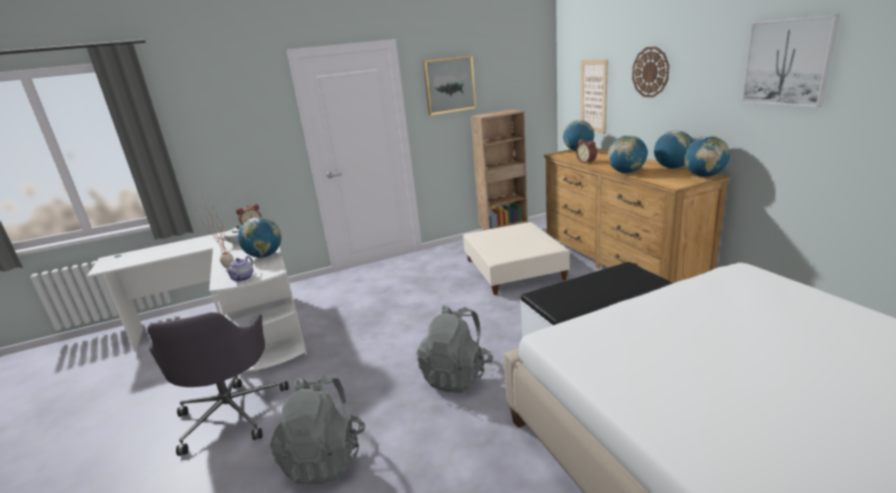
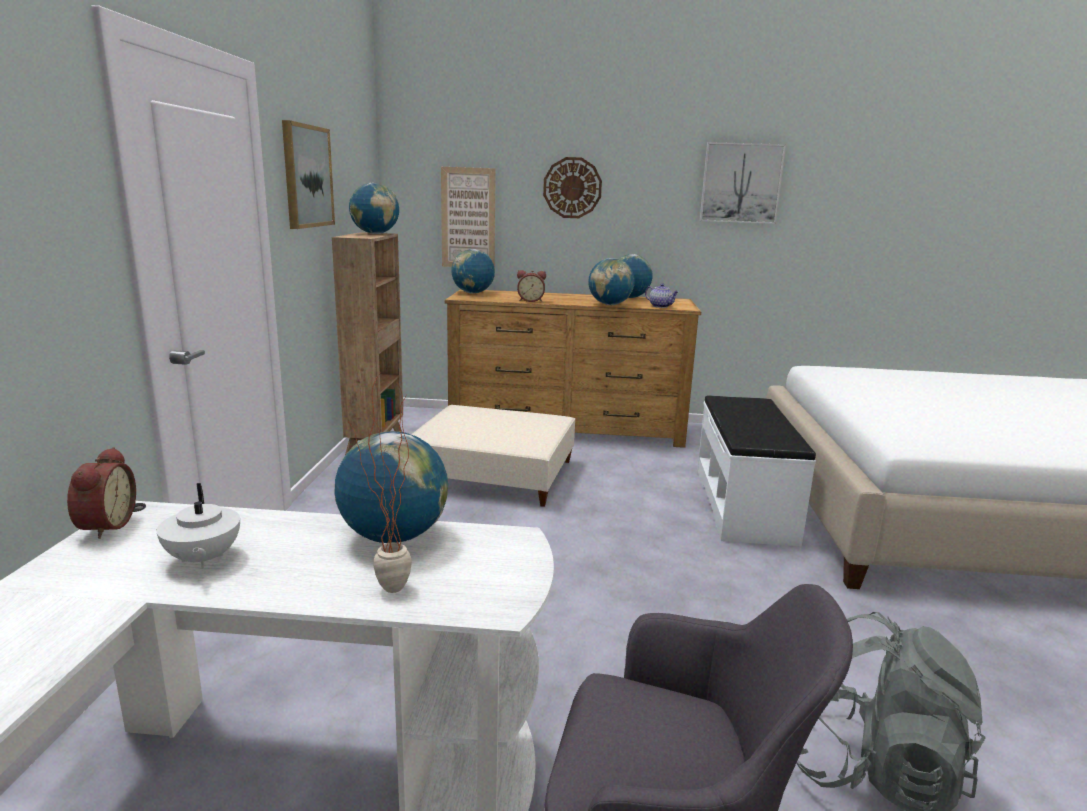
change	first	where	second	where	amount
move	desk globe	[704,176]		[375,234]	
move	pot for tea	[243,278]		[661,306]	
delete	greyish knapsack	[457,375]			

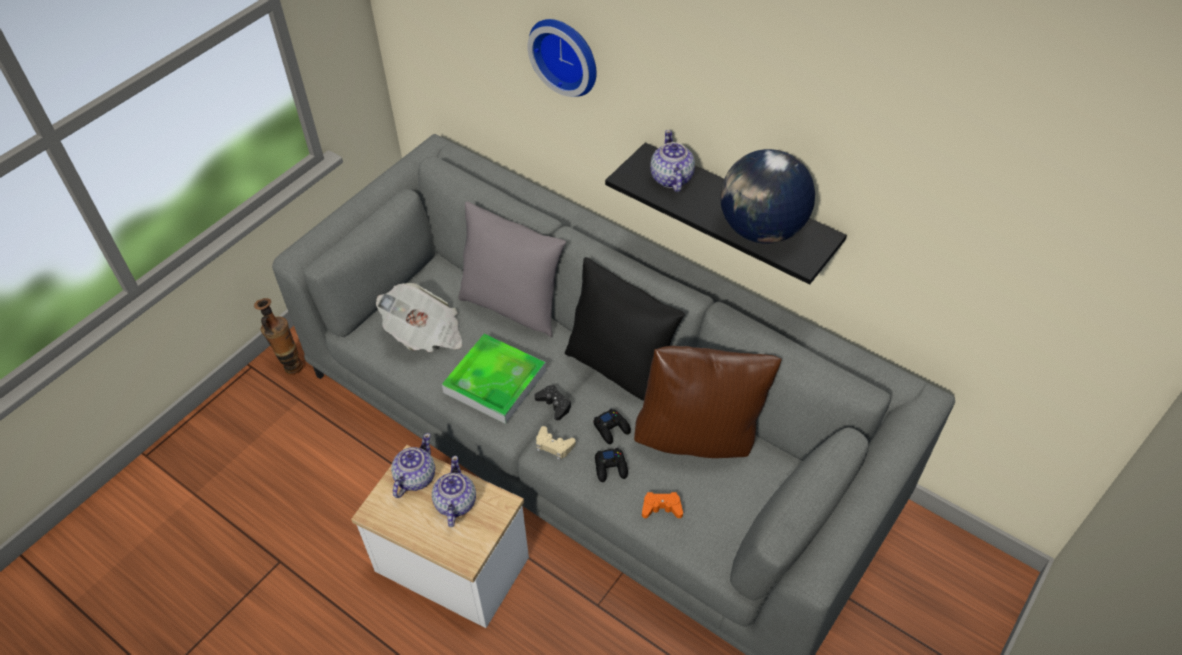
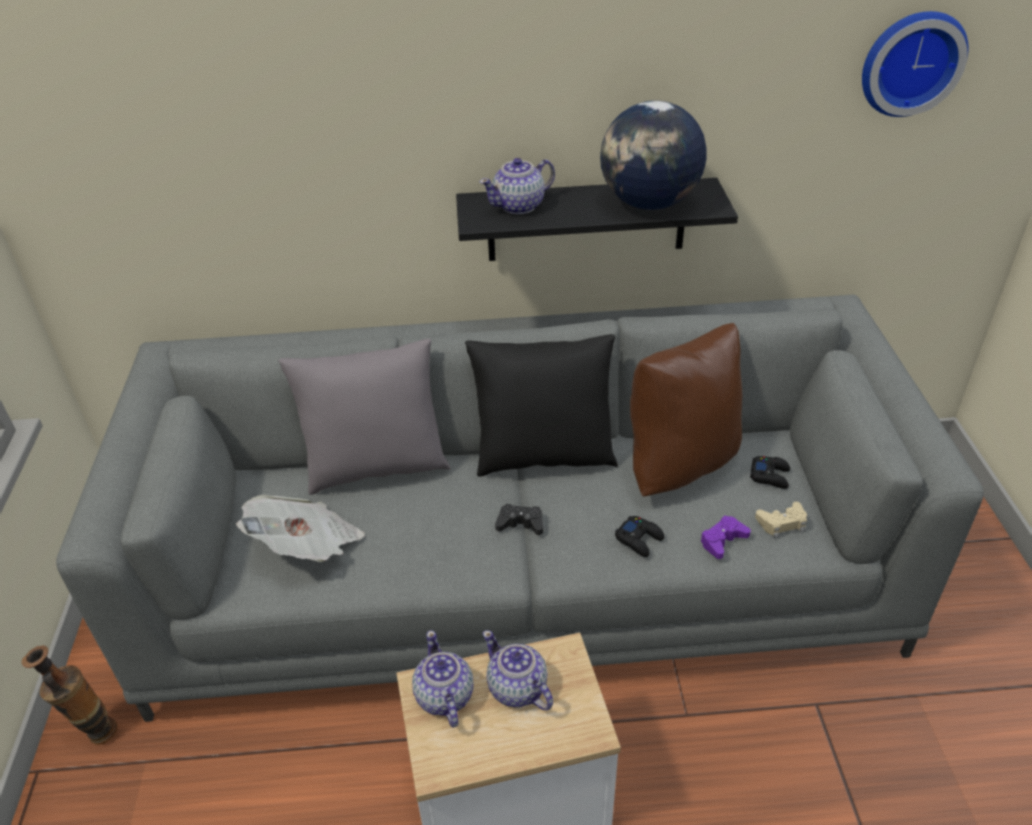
change	first	where	second	where	amount
rotate	pot for tea	[671,178]		[519,206]	75 degrees counterclockwise
recolor	orangey joypad	[661,508]	purplish joypad	[722,540]	
move	black joypad	[612,428]		[770,476]	
move	beige-coloured joypad	[554,446]		[782,523]	
move	hanging clock	[567,54]		[910,62]	
delete	tray	[495,382]			

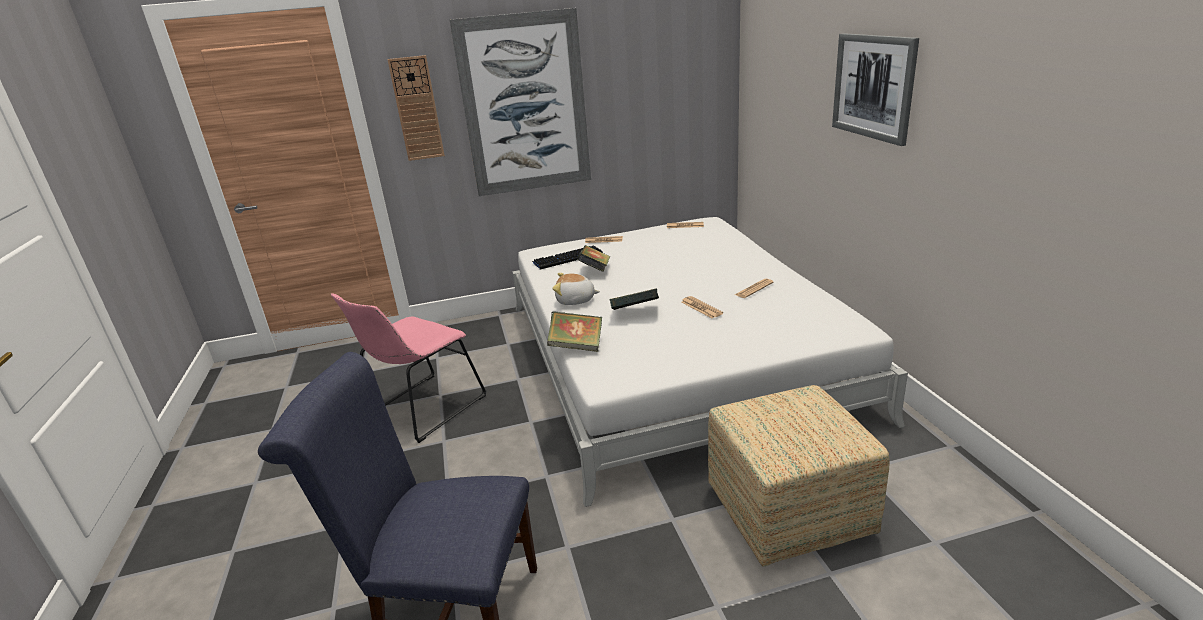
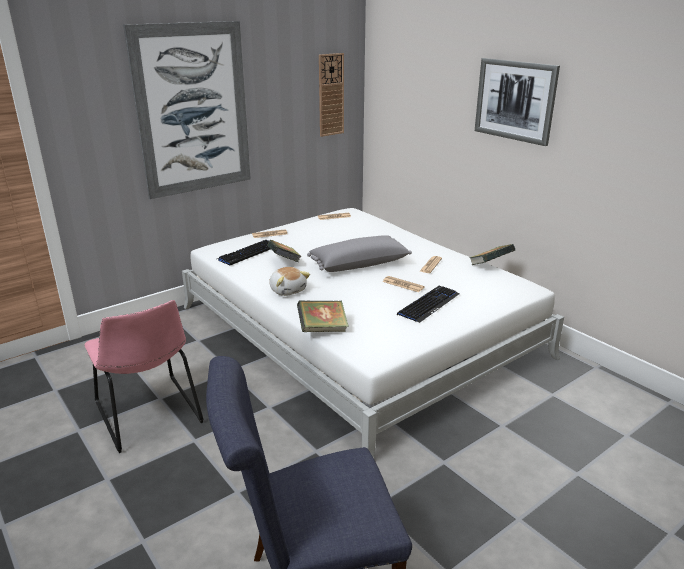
change	first	where	second	where	amount
rotate	pinkish upright chair	[421,409]		[149,415]	45 degrees counterclockwise
rotate	plush toy	[575,300]		[288,290]	105 degrees counterclockwise
insert			greyish throw pillow	[358,264]	
move	hanging clock	[417,109]		[331,95]	
insert			PC keyboard	[429,304]	
move	bound book	[635,313]		[490,265]	
delete	pouffe	[789,510]			

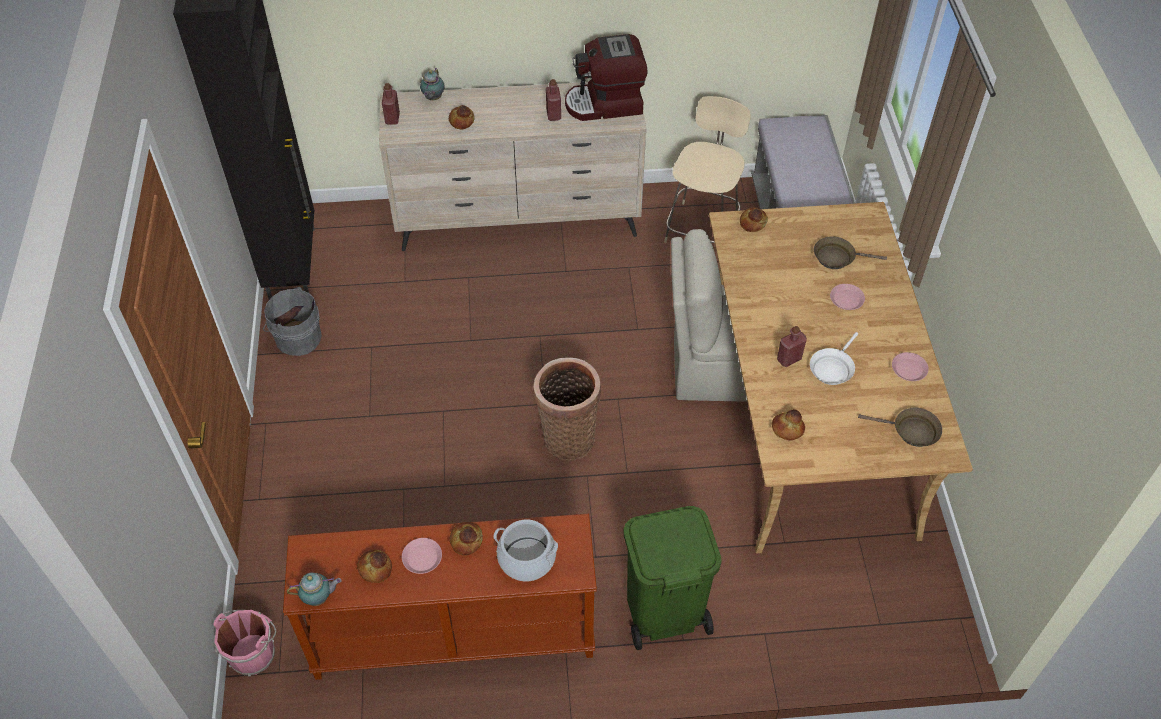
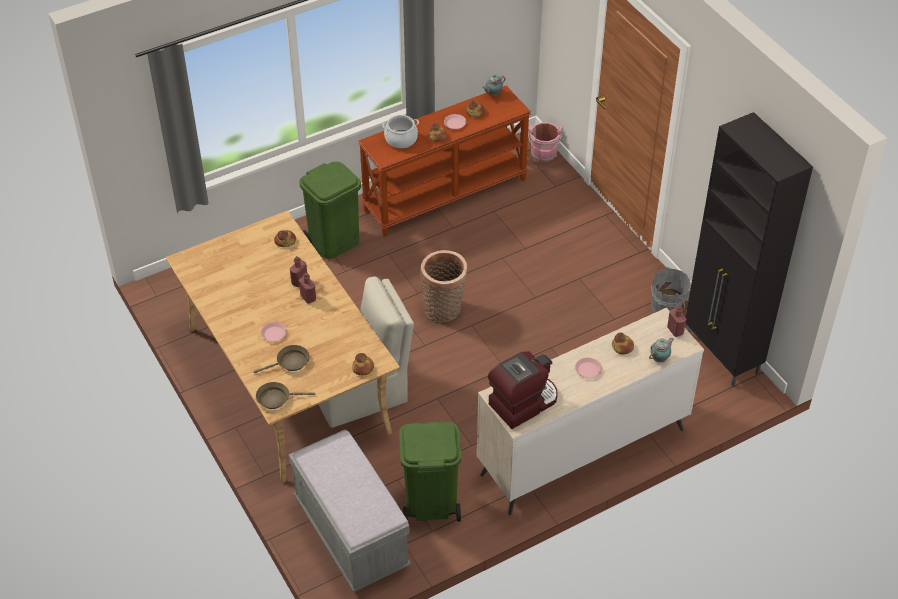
change	first	where	second	where	amount
move	brown frying pan	[911,431]		[276,398]	
move	reddish beverage bottle	[553,115]		[308,297]	
replace	beige-coloured upright chair	[702,228]	green-coloured trash can	[430,503]	
move	pinkish flat dish	[909,369]		[588,369]	
rotate	pot for tea	[433,98]		[660,358]	60 degrees clockwise
delete	white frying pan	[832,368]			

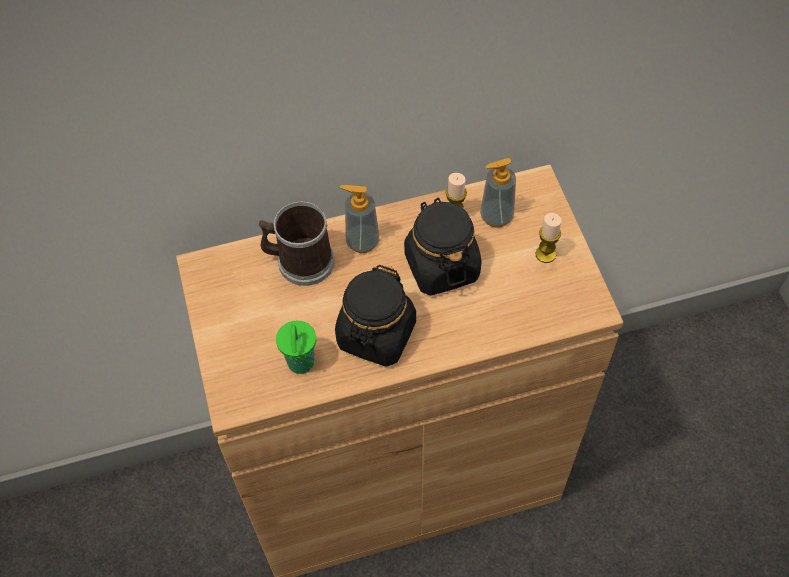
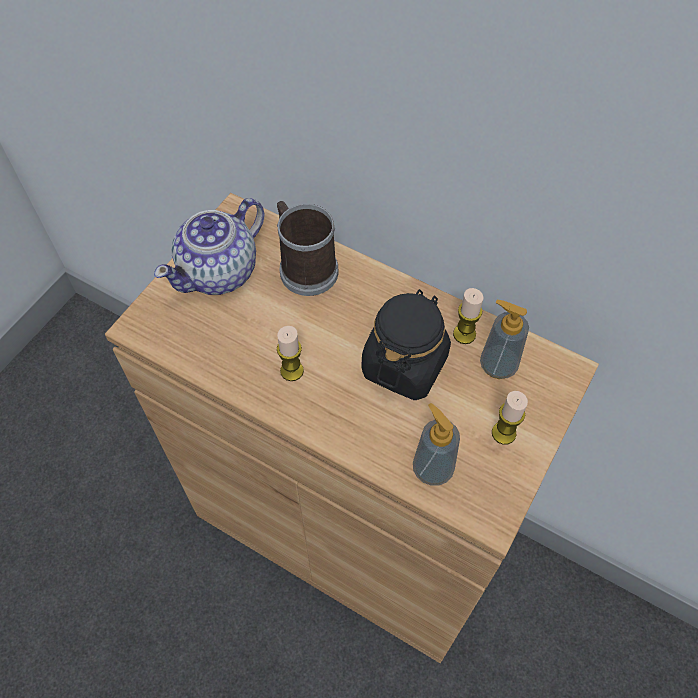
change	first	where	second	where	amount
insert			pot for tea	[220,272]	
replace	black preserve jar	[376,335]	wax candle	[292,371]	
move	soap dispenser	[362,241]		[432,468]	
delete	green-coloured small cup	[301,364]			

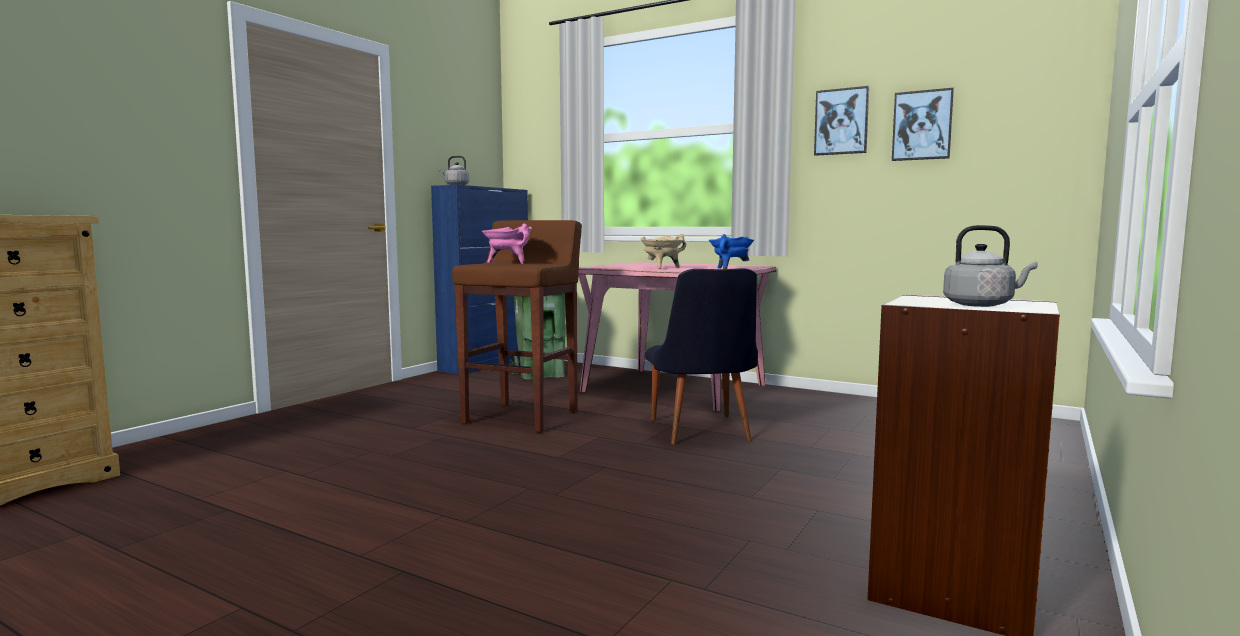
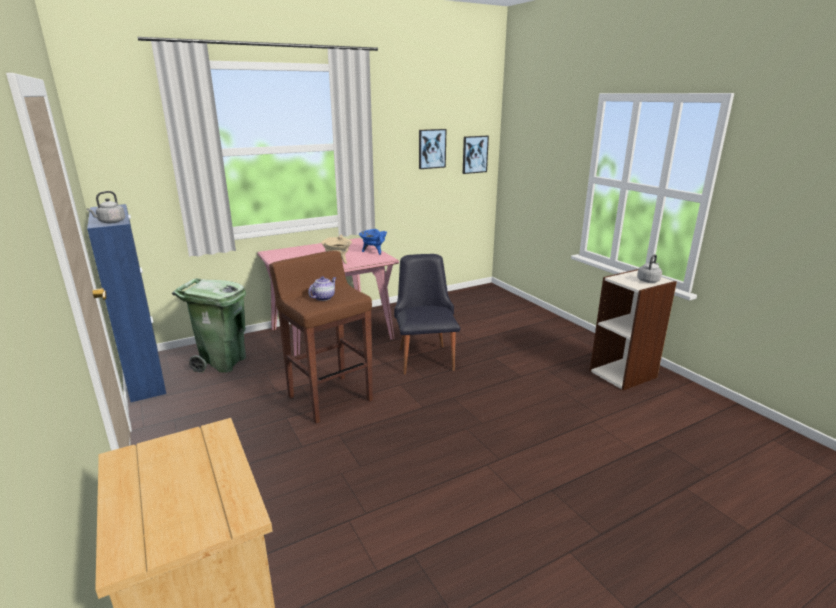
change	first	where	second	where	amount
replace	pinkish saucepot	[508,263]	pot for tea	[323,297]	
rotate	black upright chair	[701,433]		[425,356]	120 degrees counterclockwise
move	picture	[841,121]		[474,154]	

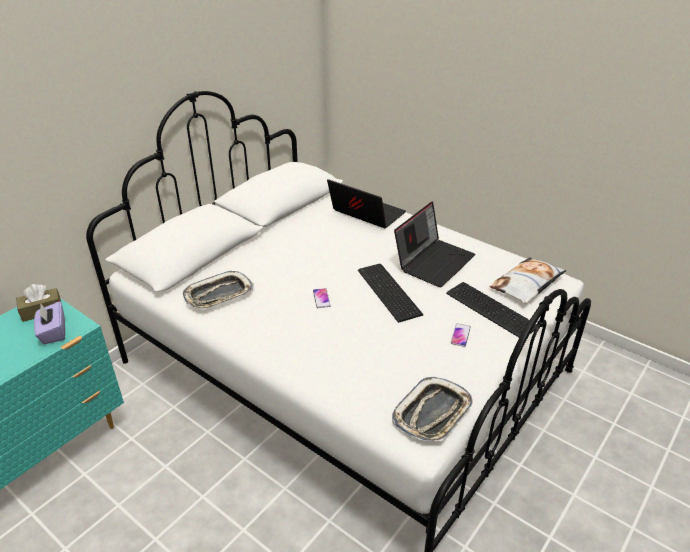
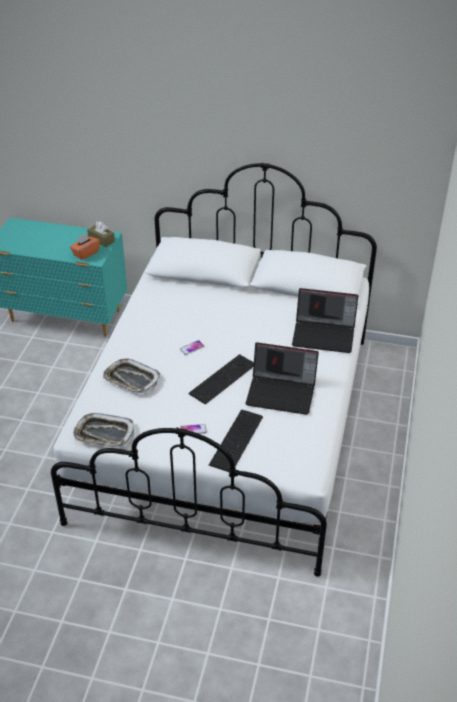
change	first	where	second	where	amount
recolor	purplish tissue holder	[53,332]	orangey tissue holder	[86,253]	
move	tray	[218,295]		[131,379]	
rotate	notebook computer	[365,214]		[324,335]	90 degrees clockwise
delete	throw pillow	[527,285]			

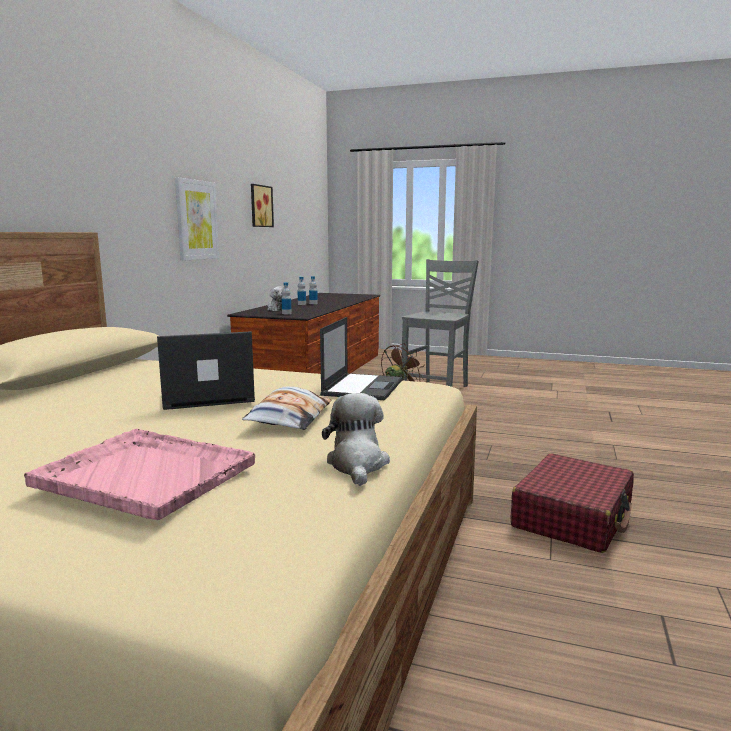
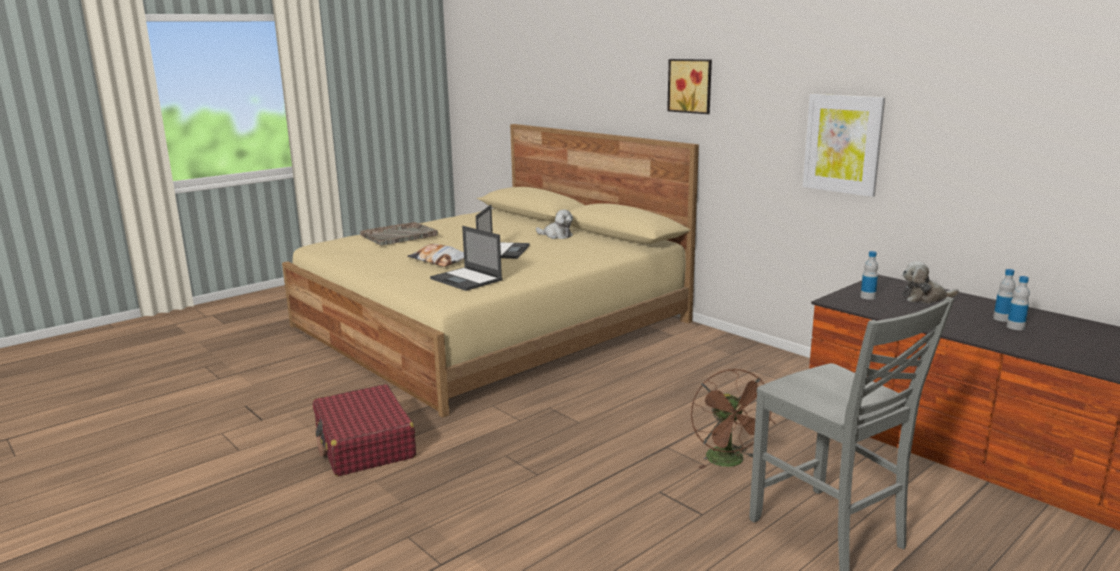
change	first	where	second	where	amount
recolor	pinkish tray	[144,474]	greyish tray	[400,235]	
move	plush toy	[357,464]		[556,236]	
move	picture	[260,206]		[691,86]	

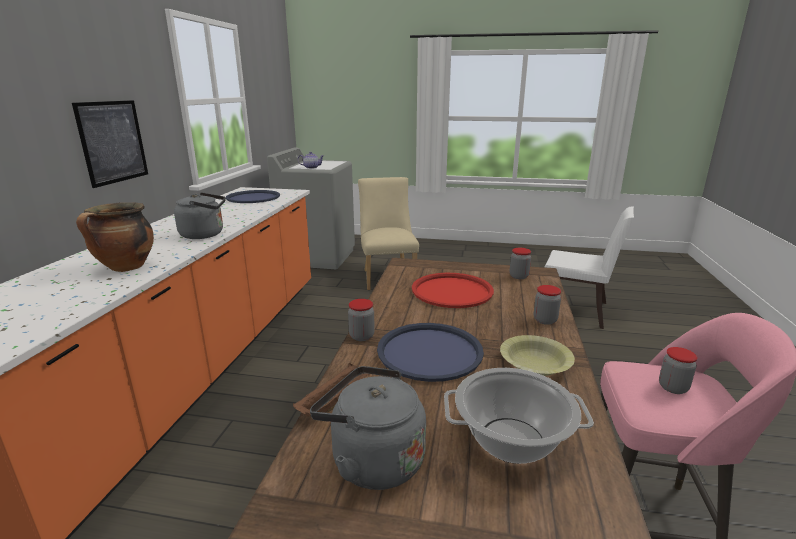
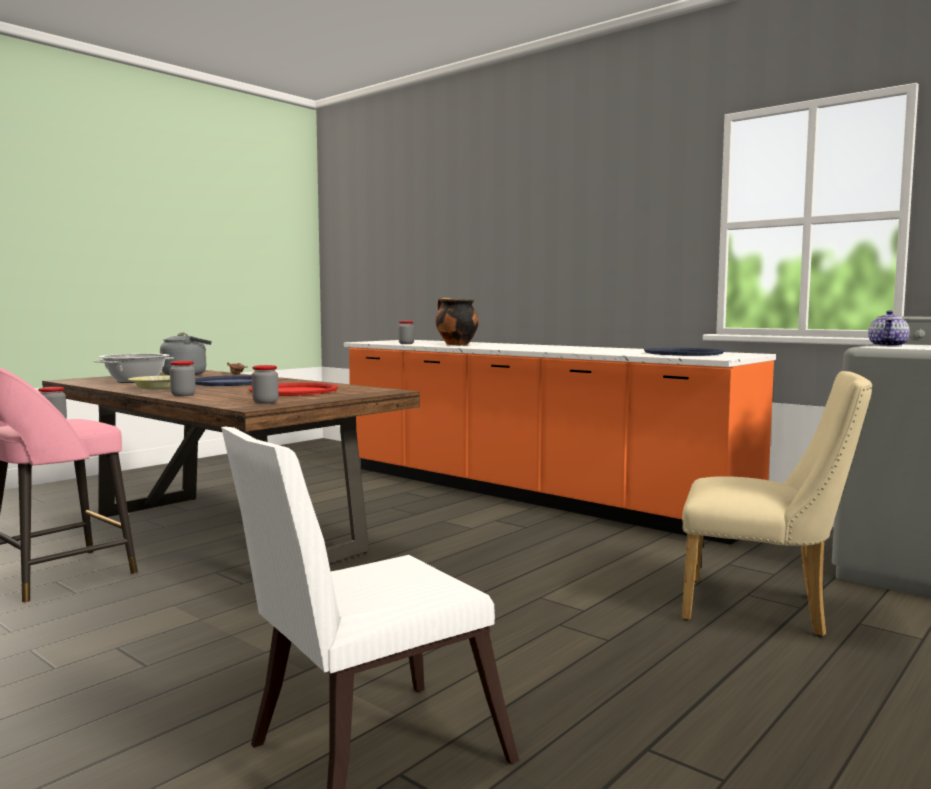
change	first	where	second	where	amount
move	preserve jar	[361,336]		[406,343]	
delete	picture	[113,142]			
delete	greyish tea kettle	[205,234]			

